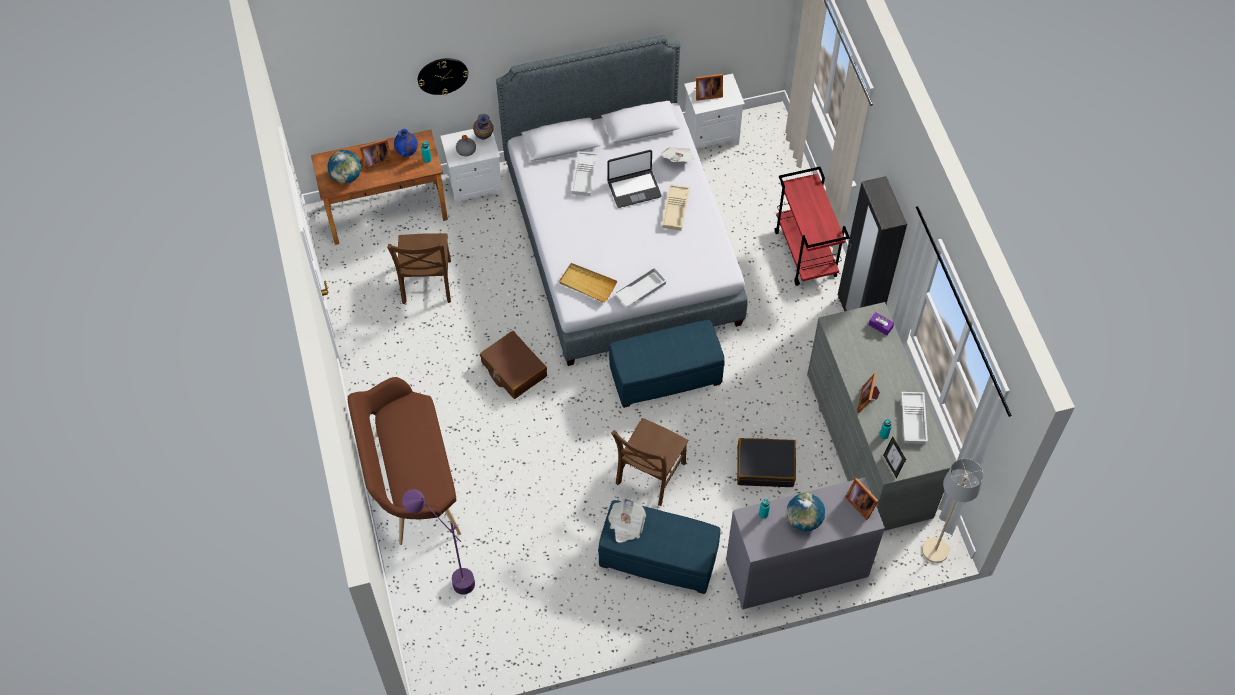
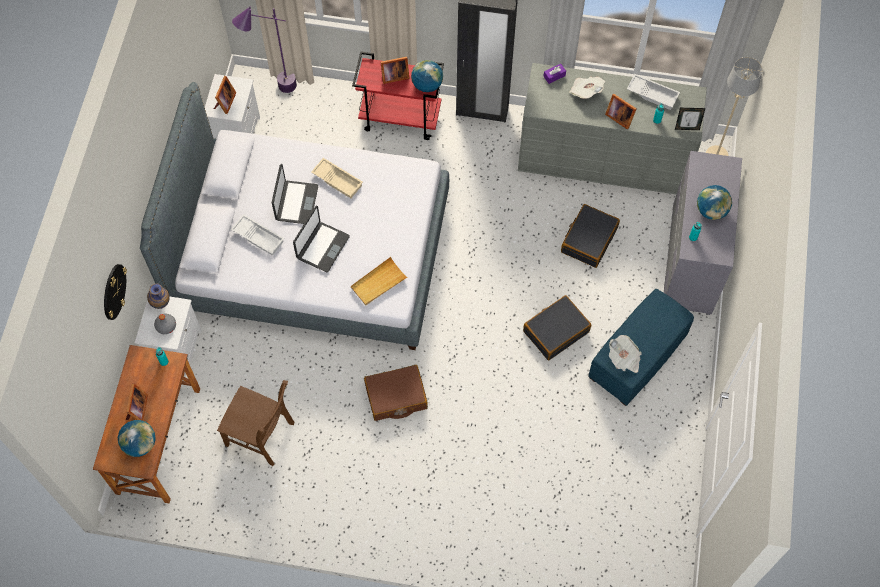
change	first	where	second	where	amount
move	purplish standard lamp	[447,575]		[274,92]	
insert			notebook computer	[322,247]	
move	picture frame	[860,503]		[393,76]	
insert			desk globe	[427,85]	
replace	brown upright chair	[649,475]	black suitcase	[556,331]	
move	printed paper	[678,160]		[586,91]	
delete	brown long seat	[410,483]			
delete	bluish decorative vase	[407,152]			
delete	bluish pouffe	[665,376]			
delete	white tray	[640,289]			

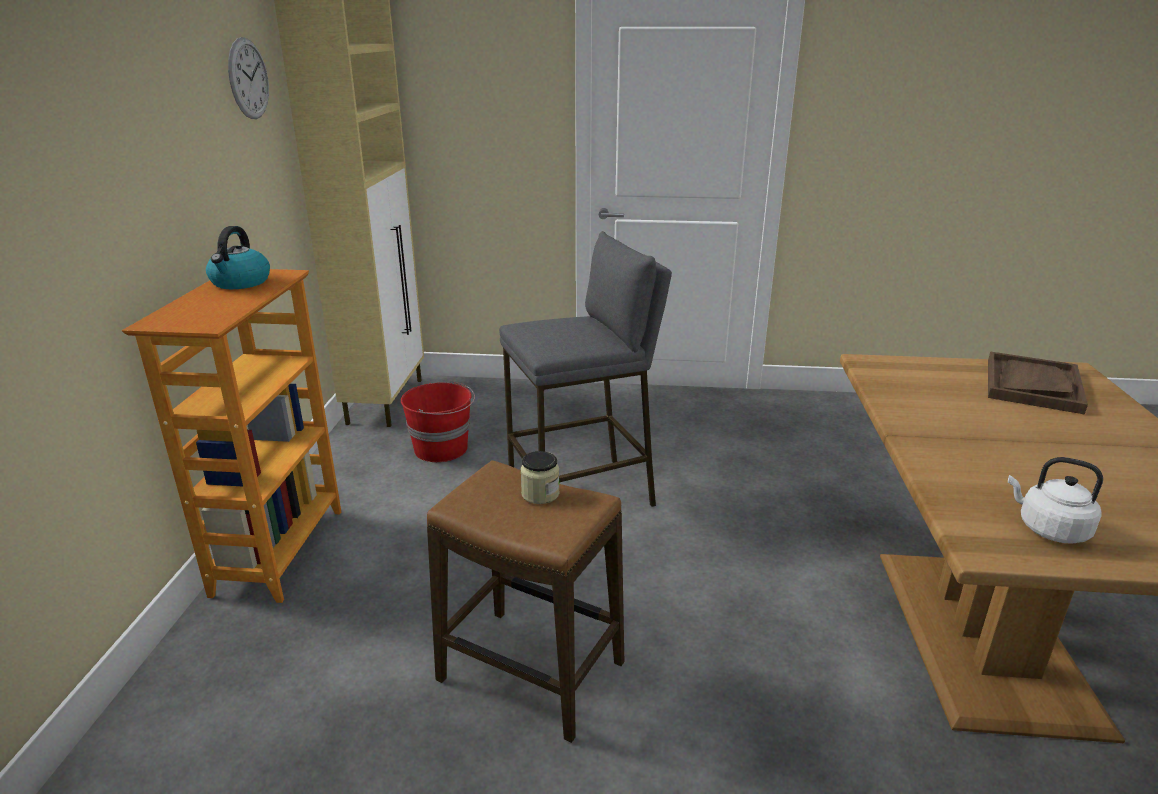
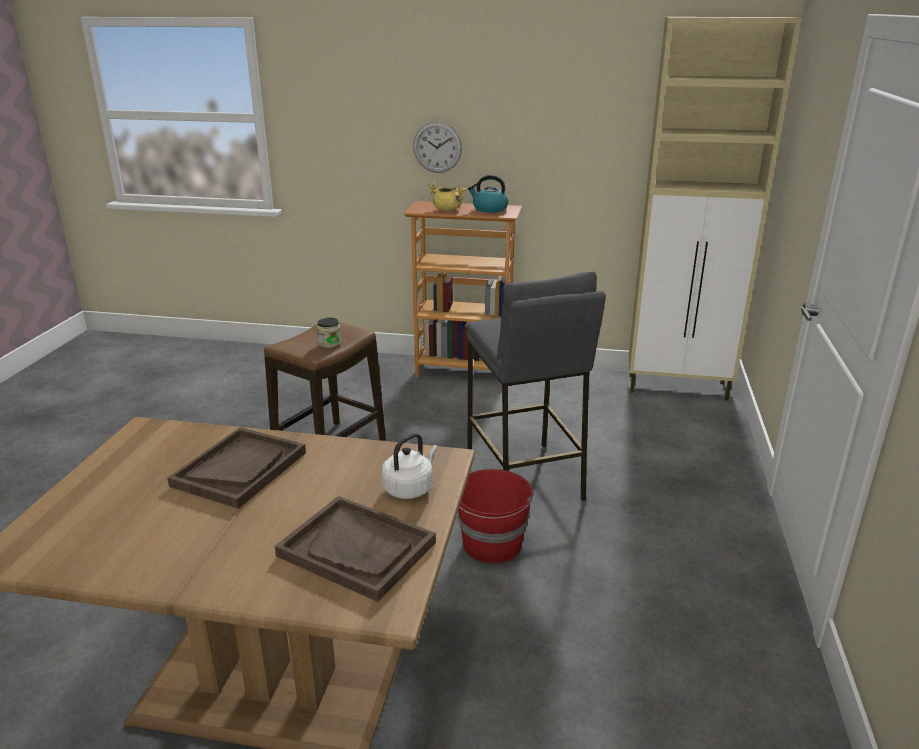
change	first	where	second	where	amount
insert			brown tray	[240,469]	
move	white tea kettle	[1048,529]		[410,488]	
move	hanging clock	[248,79]		[437,147]	
insert			yellowish saucepot	[447,210]	
move	reddish bucket	[442,449]		[492,545]	

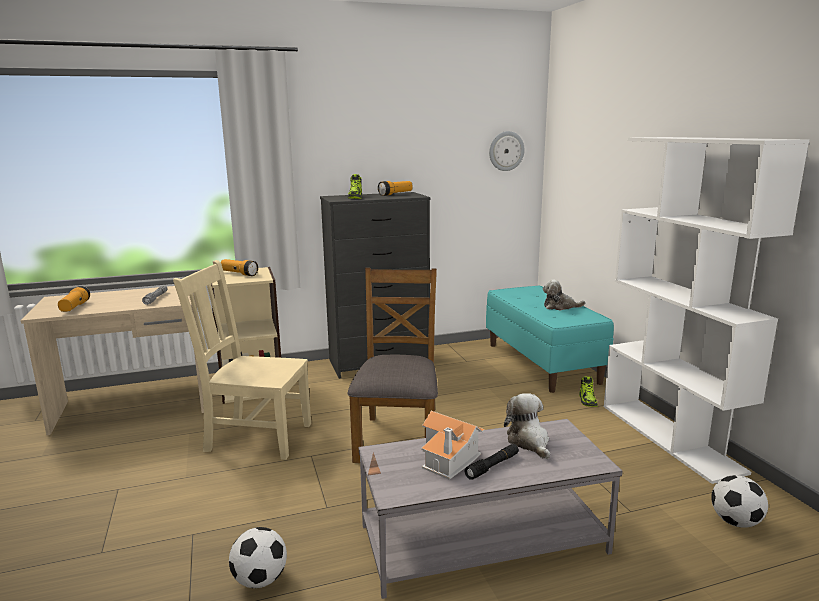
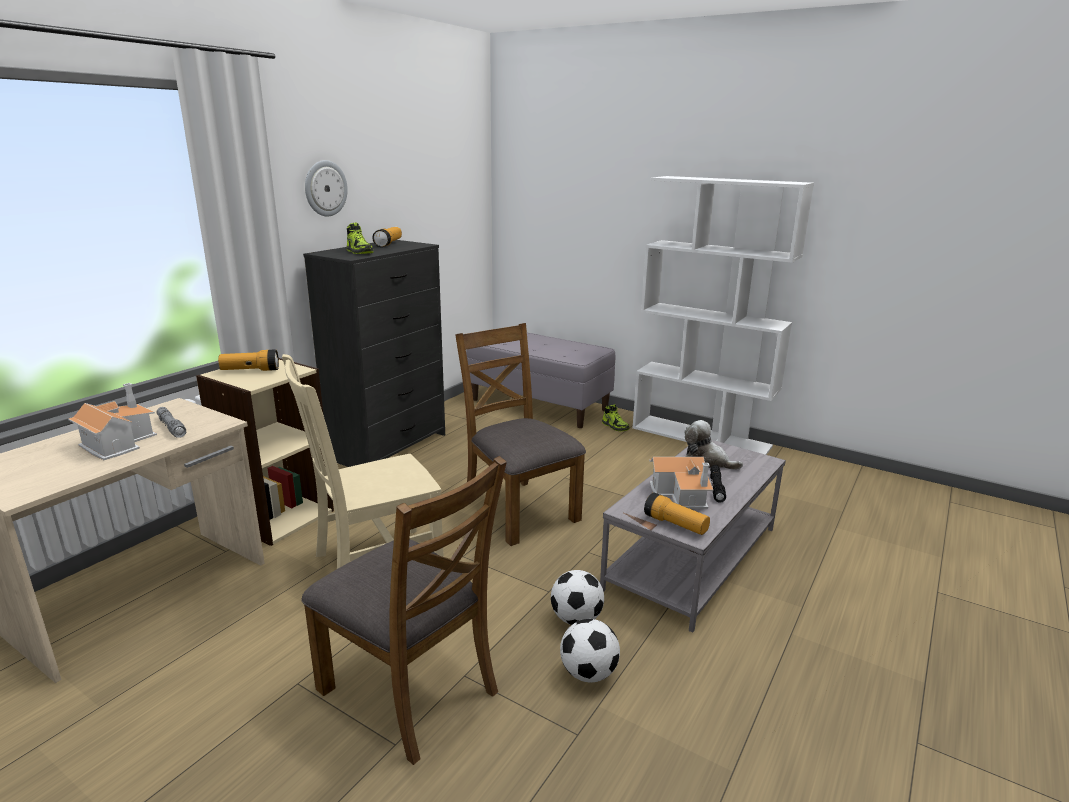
change	first	where	second	where	amount
insert			model house	[118,442]	
insert			brown upright chair	[410,690]	
move	hanging clock	[506,151]		[325,188]	
recolor	blue-green long seat	[542,363]	greyish long seat	[539,404]	
move	football ball	[735,522]		[576,619]	
move	torch	[75,307]		[675,525]	
delete	plush toy	[560,307]			

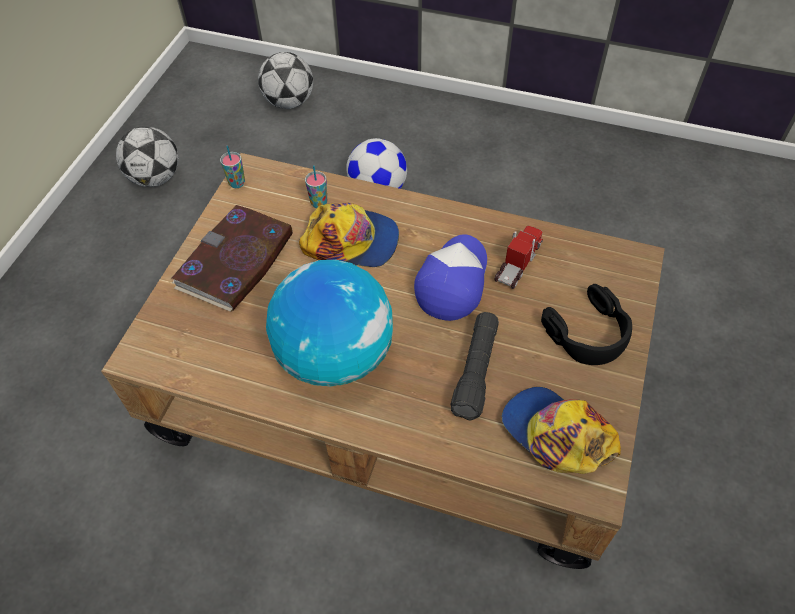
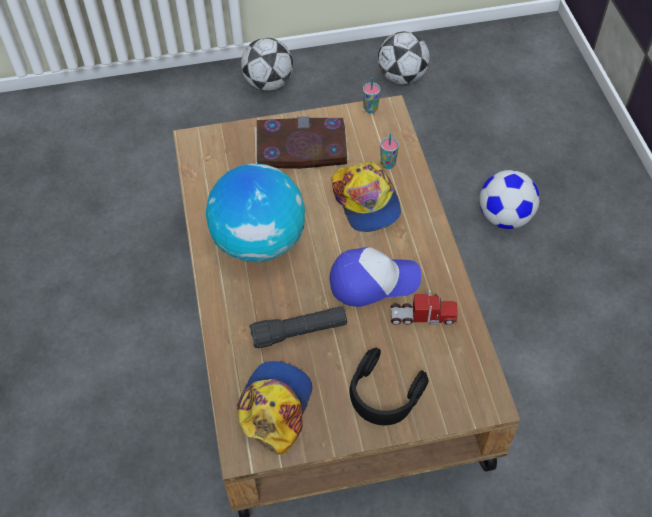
change	first	where	second	where	amount
move	football ball	[289,102]		[268,83]	

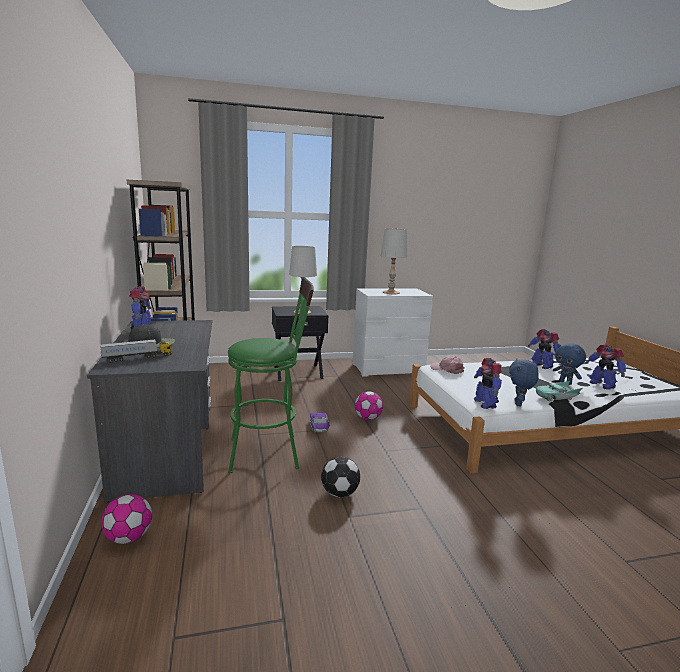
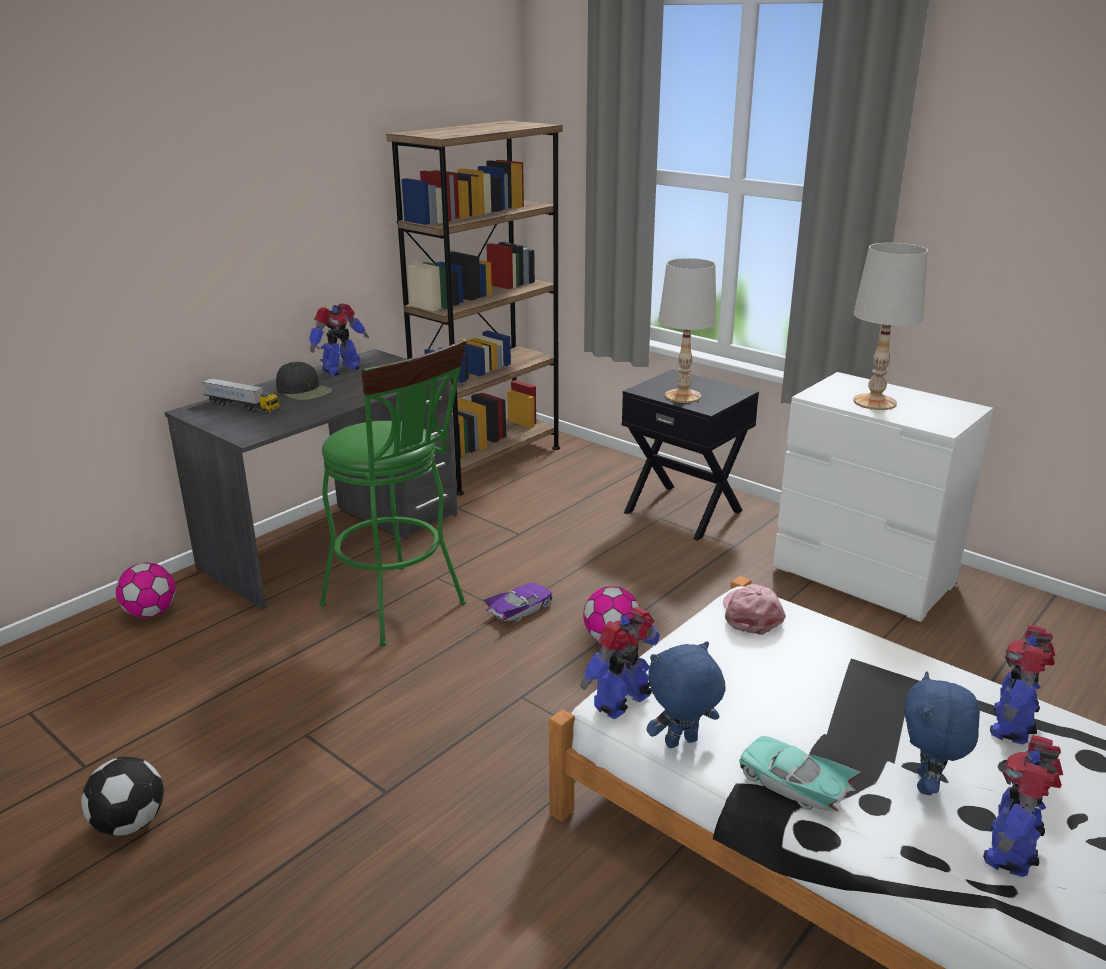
change	first	where	second	where	amount
move	football ball	[339,493]		[130,822]	

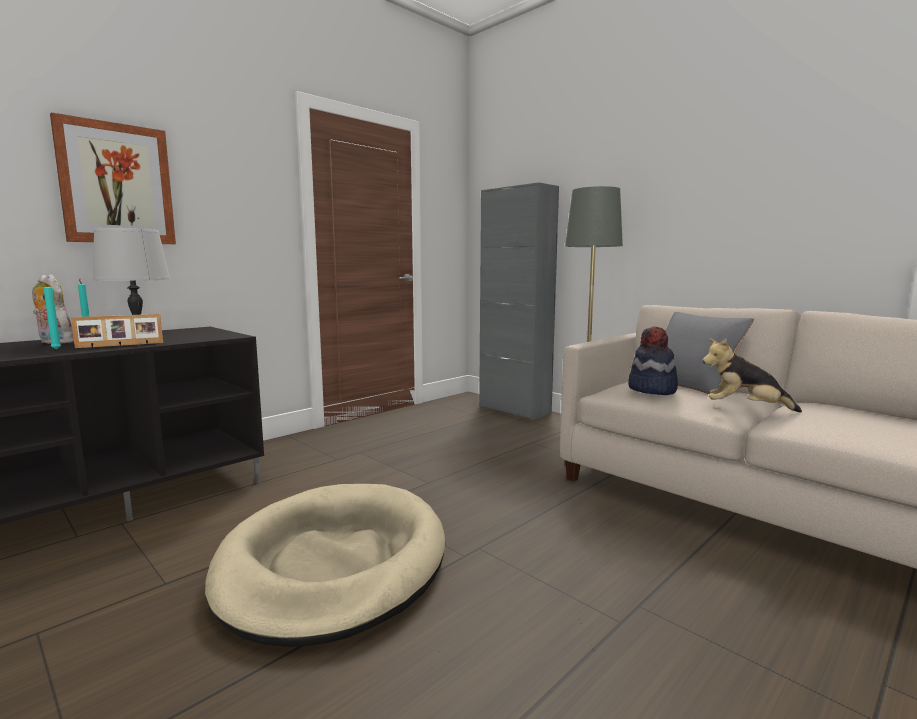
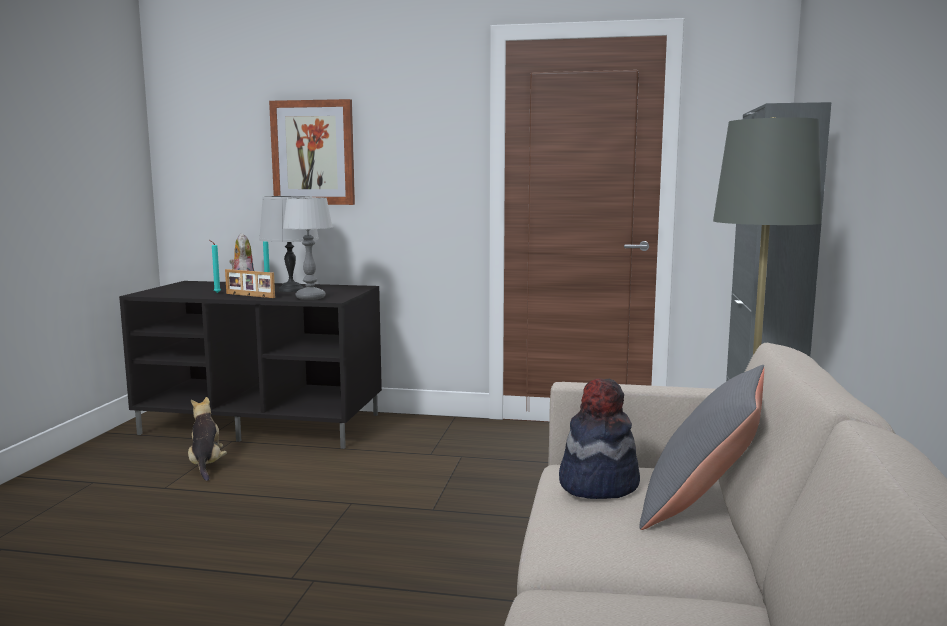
change	first	where	second	where	amount
move	plush toy	[745,408]		[206,465]	
insert			lamp for a table	[311,298]	
delete	beige-coloured dog cushion	[333,564]			

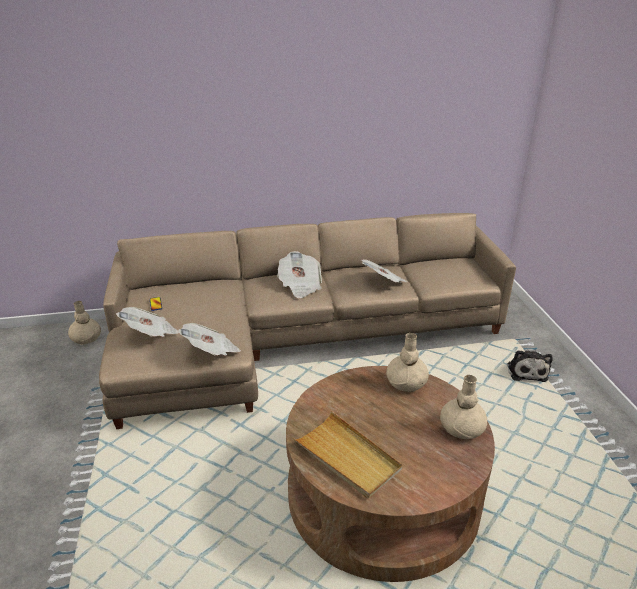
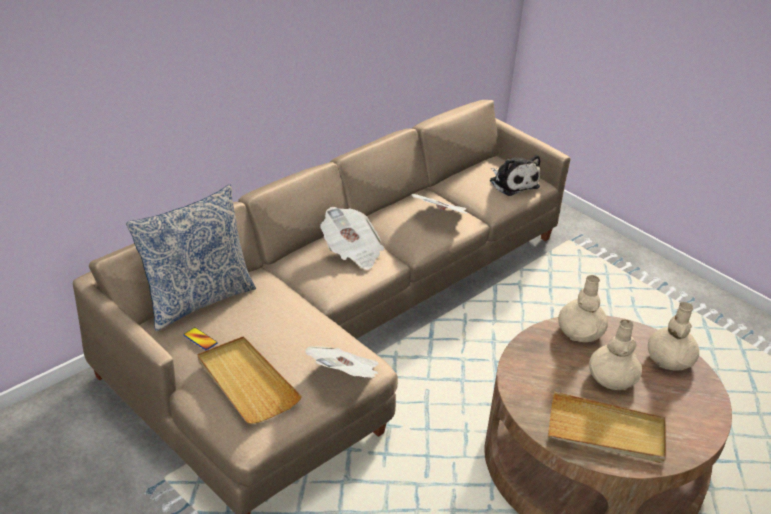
change	first	where	second	where	amount
insert			throw pillow	[197,299]	
replace	printed paper	[151,334]	beige-coloured tray	[246,382]	
move	plush toy	[526,371]		[512,183]	
move	beige-coloured decorative vase	[86,338]		[612,377]	

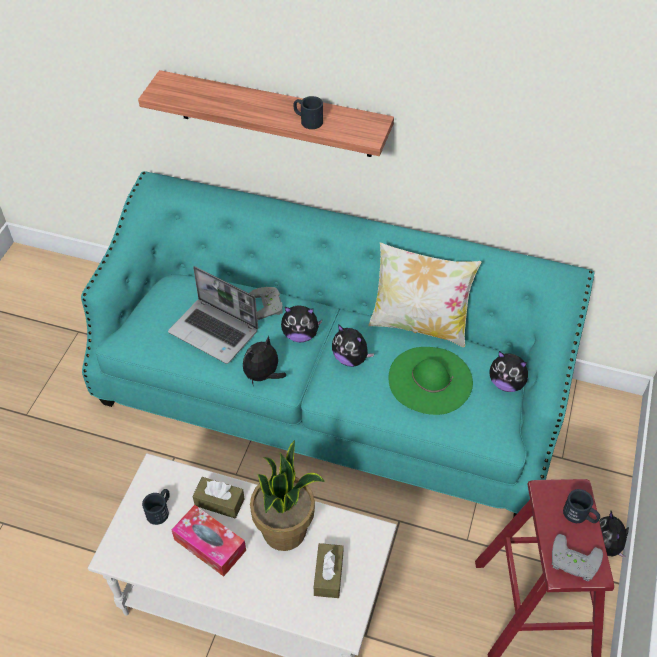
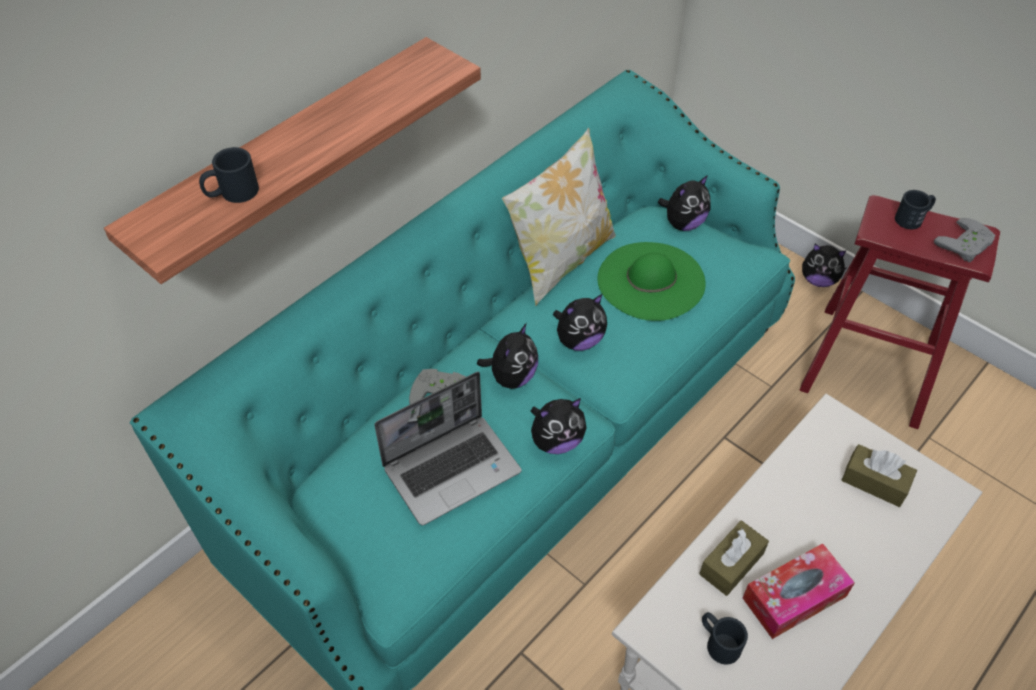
change	first	where	second	where	amount
move	black tea mug	[307,120]		[232,193]	
rotate	plush toy	[263,376]		[556,441]	90 degrees counterclockwise
delete	potted plant	[285,531]			

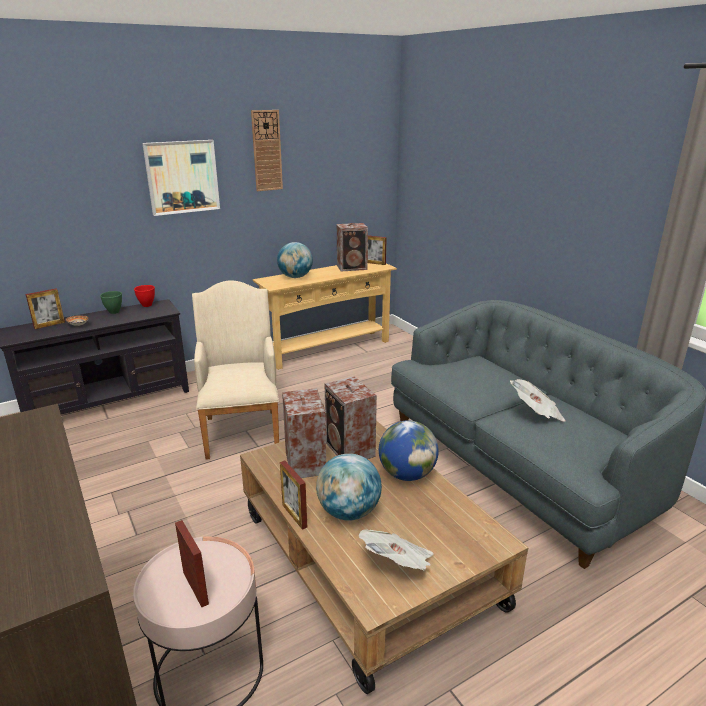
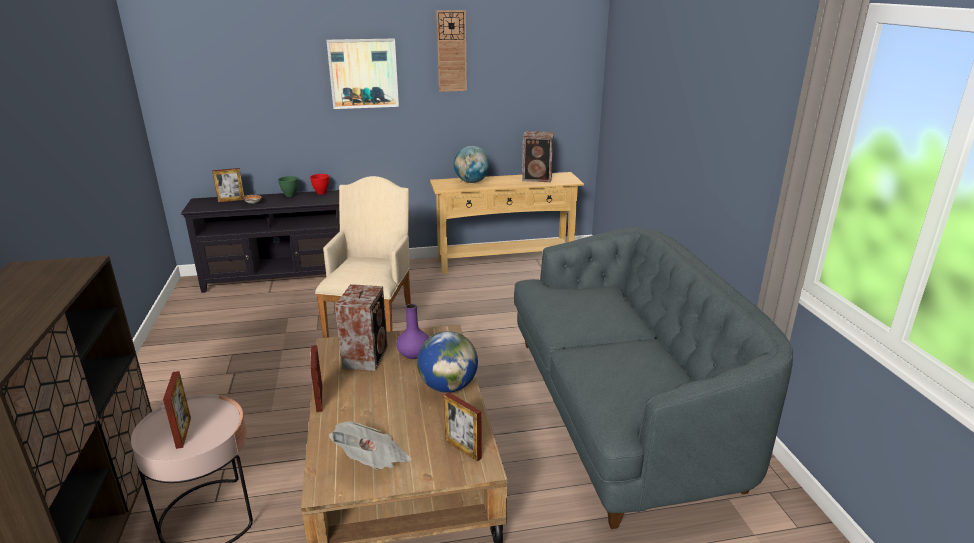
change	first	where	second	where	amount
replace	loudspeaker	[350,450]	purplish decorative vase	[414,354]	
move	picture frame	[375,263]		[463,449]	
delete	desk globe	[348,512]			
delete	printed paper	[536,413]			

